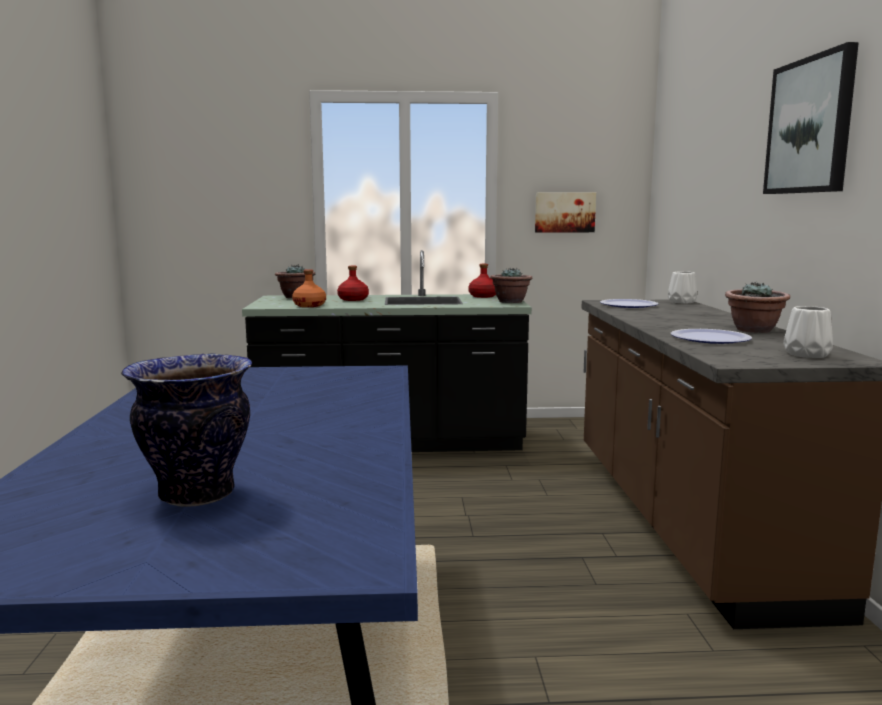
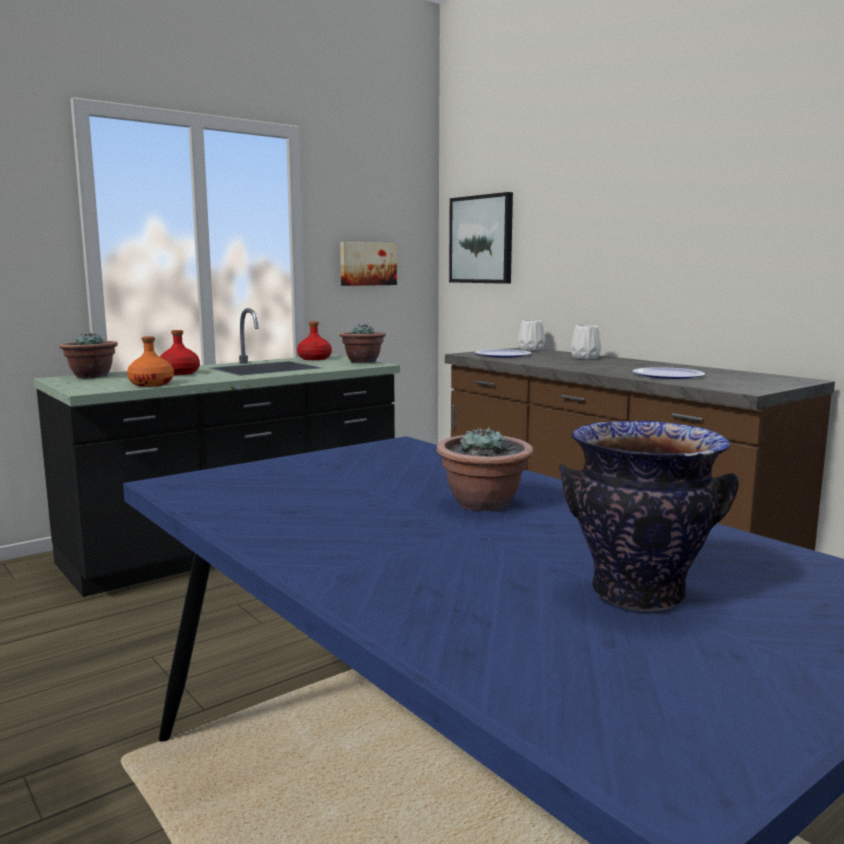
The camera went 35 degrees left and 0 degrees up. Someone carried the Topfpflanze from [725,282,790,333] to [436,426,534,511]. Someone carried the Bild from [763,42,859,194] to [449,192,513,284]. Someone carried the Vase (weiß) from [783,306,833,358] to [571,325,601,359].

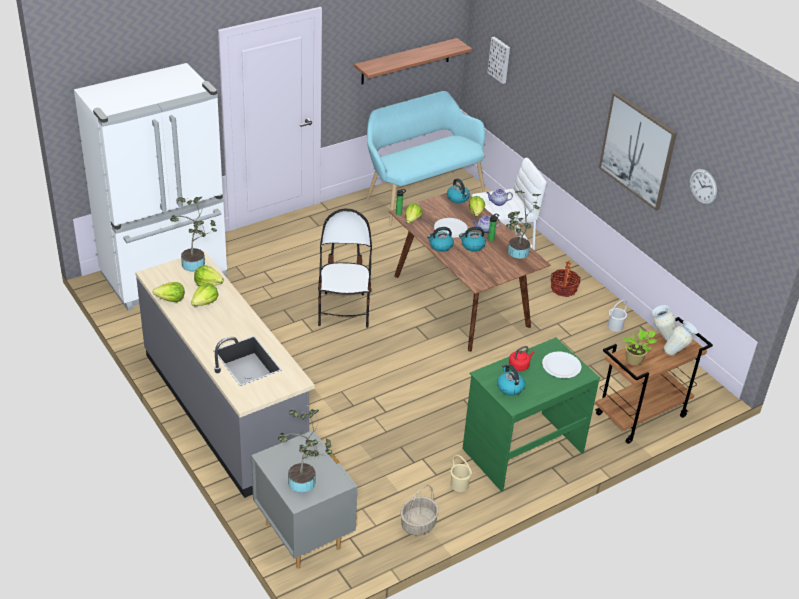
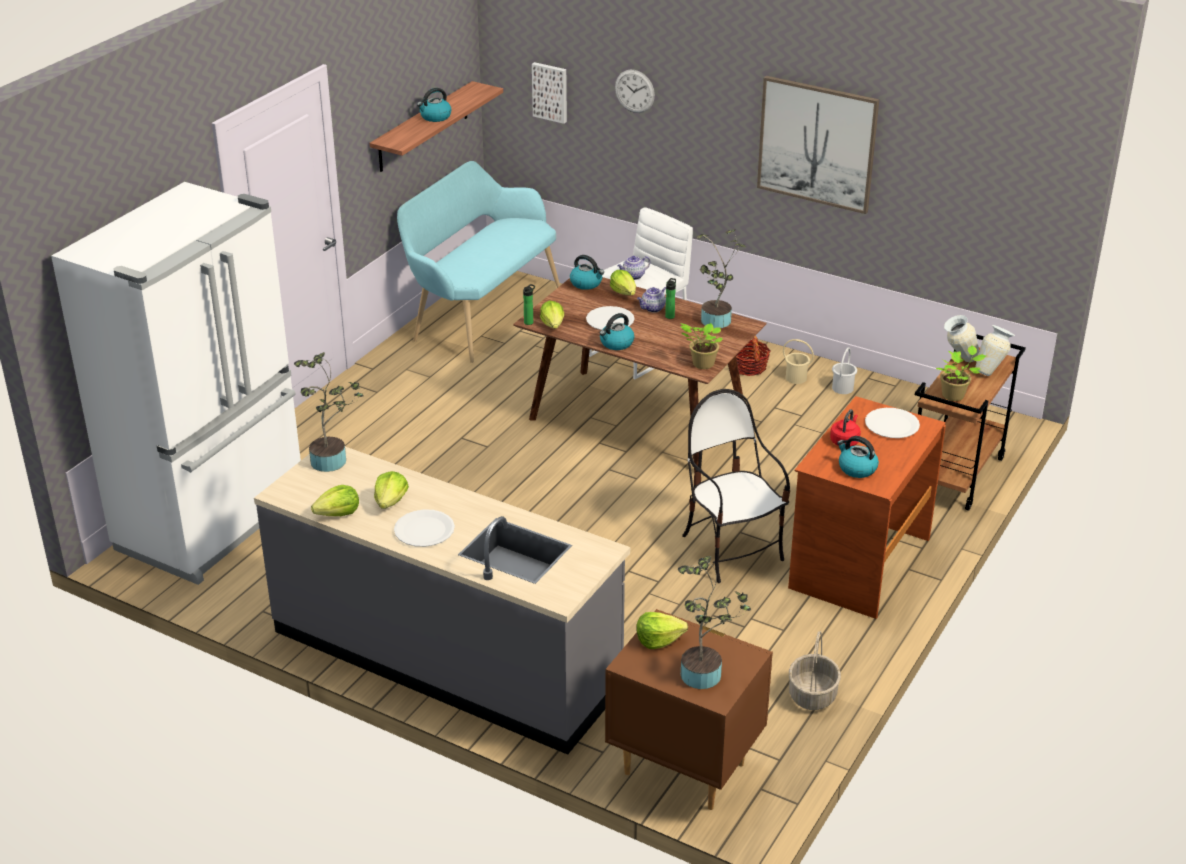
The camera went 25 degrees left and 5 degrees down. Someone carried the Salatkopf from [194,265,224,286] to [636,612,688,649]. Someone repainted the Nachttisch (grau) at [251,430,358,569], which became the Nachttisch (braun) at [605,609,773,810]. Someone carried the Stuhl from [318,209,372,328] to [682,389,790,583]. Someone carried the Eimer (beige) from [450,455,472,492] to [783,339,814,384]. Someone carried the Wasserkessel from [459,227,486,251] to [417,88,452,122]. Someone repainted the Schreibtisch (grün) at [462,337,600,492], which became the Schreibtisch (braun) at [788,396,946,619]. Someone carried the Wanduhr from [690,169,717,205] to [615,70,655,113]. Someone put down the Teller (weiß) at [394,509,455,547]. Someone put down the Topfpflanze at [680,323,723,369].

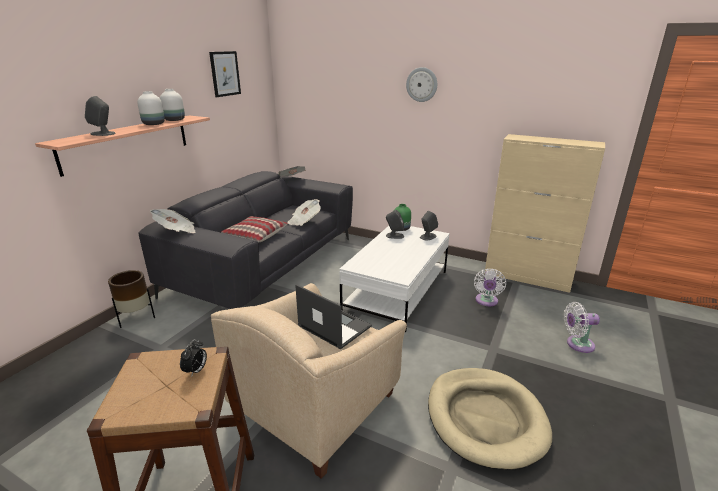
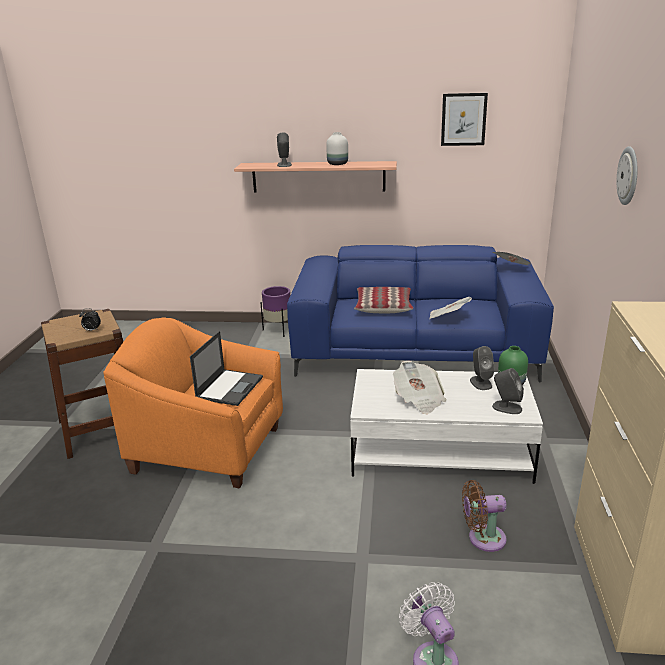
The camera went 70 degrees right and 0 degrees up. Someone repainted the Pflanzkübel (braun) at [108,270,155,328], which became the Pflanzkübel (lila) at [260,286,291,337]. Someone repainted the Sofa (grau) at [139,171,353,309], which became the Sofa (blau) at [287,245,554,383]. Someone carried the Zeitung from [150,209,195,233] to [393,361,446,414]. Someone took away the Vase (weiß) at [160,89,185,121]. Someone repainted the Sessel (beige) at [211,283,407,479], which became the Sessel (orange) at [103,317,283,488]. Someone took away the Hundebett (beige) at [428,368,552,470]. Someone repainted the Ventilator (weiß) at [474,269,506,306], which became the Ventilator (braun) at [462,480,507,552].

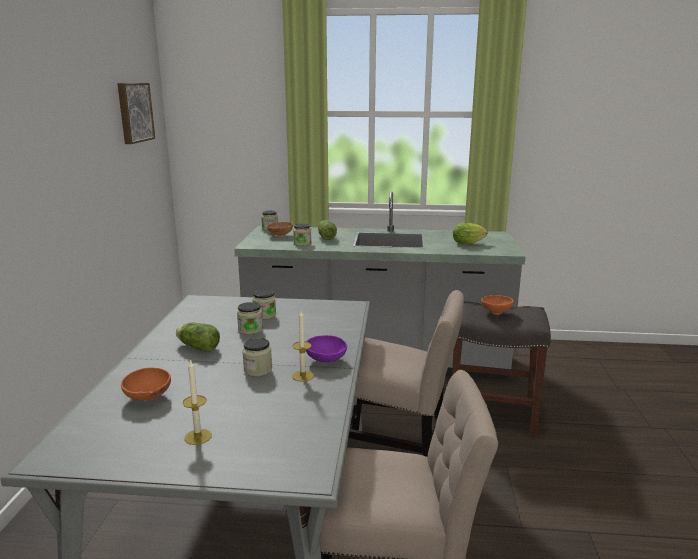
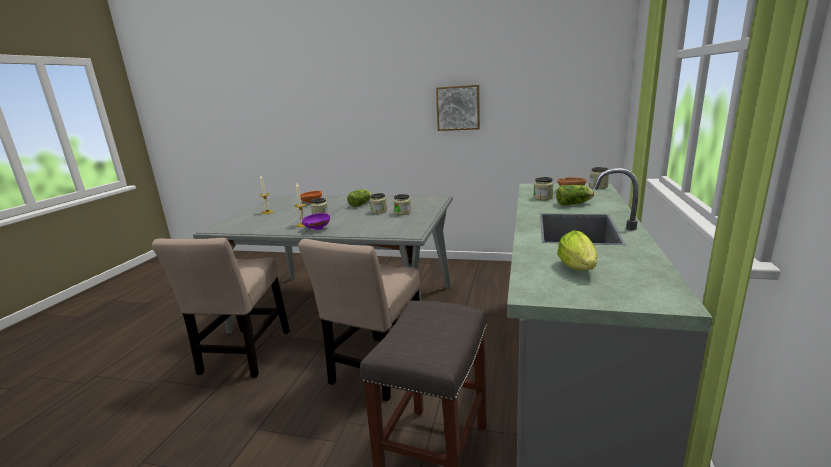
The camera went 100 degrees right and 0 degrees up. Someone carried the Bild from [117,83,155,144] to [436,85,480,131]. Someone took away the Schüssel (orange) at [481,295,514,315].

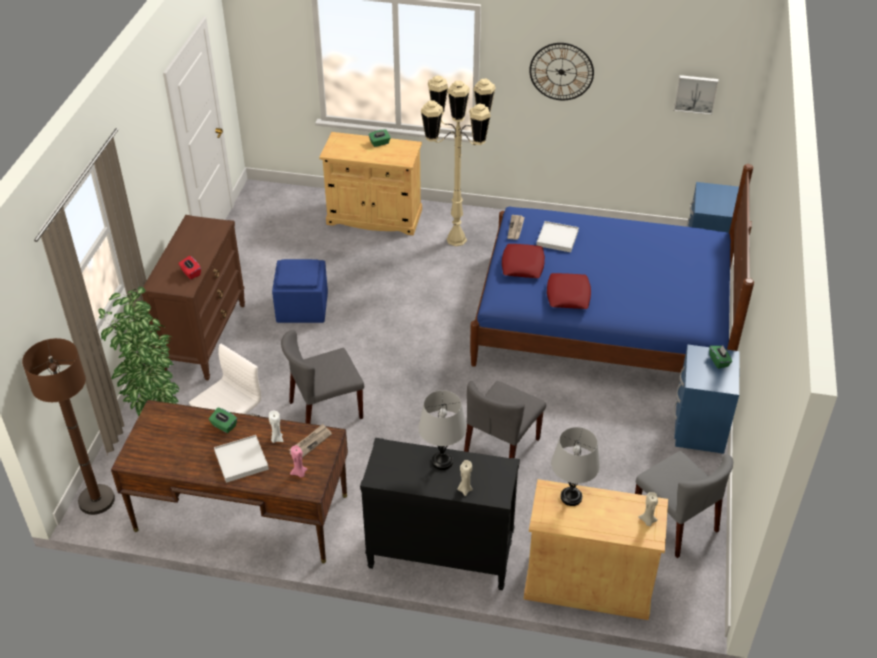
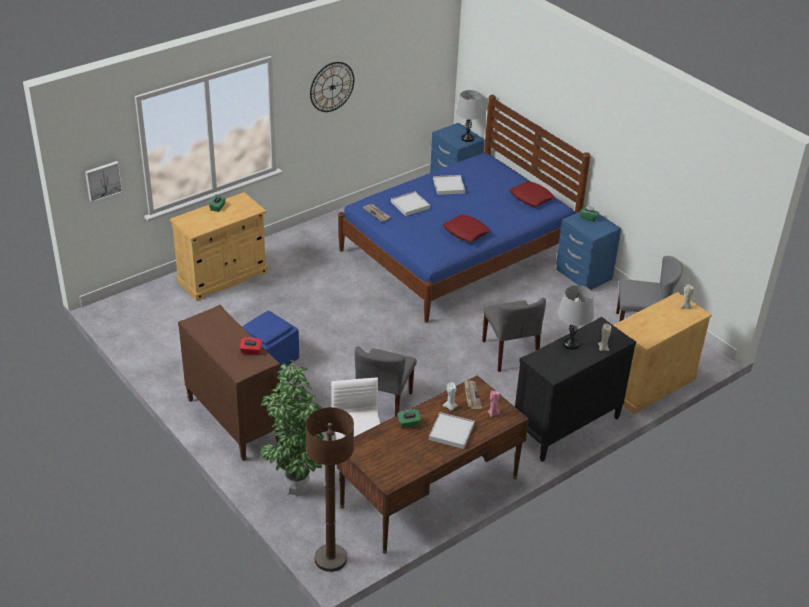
The camera went 50 degrees left and 5 degrees down. Someone took away the Stehlampe (beige) at [421,75,496,246]. Someone carried the Kissen (rot) from [502,244,545,278] to [509,181,555,207]. Someone carried the Tischlampe (grau) from [551,427,600,506] to [456,90,483,142]. Someone carried the Bild from [674,75,718,115] to [85,161,123,203]. Someone put down the Tablett (weiß) at [433,175,466,195].

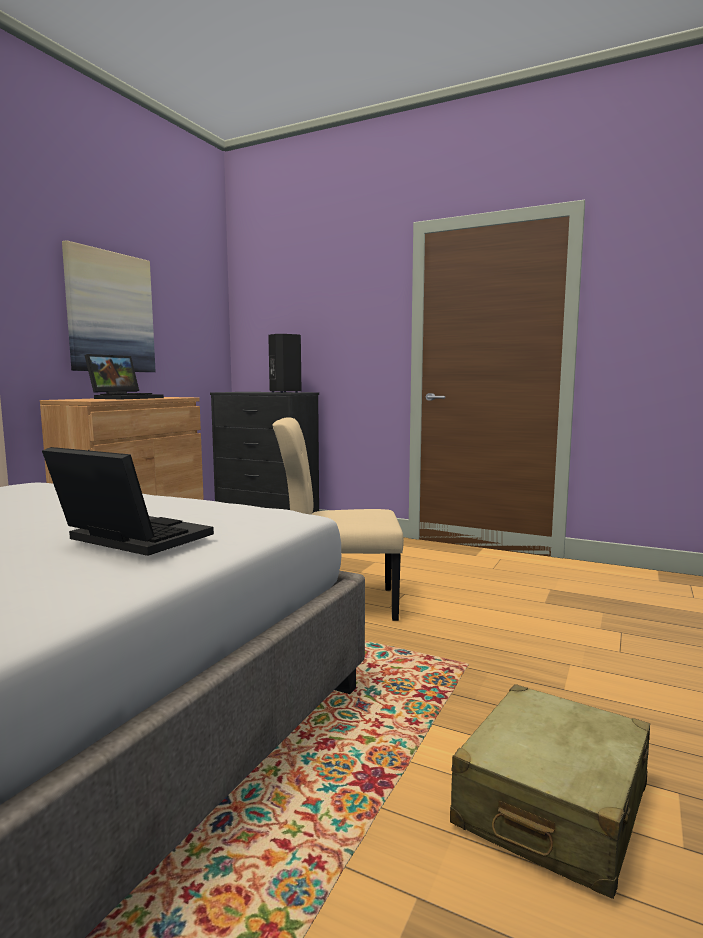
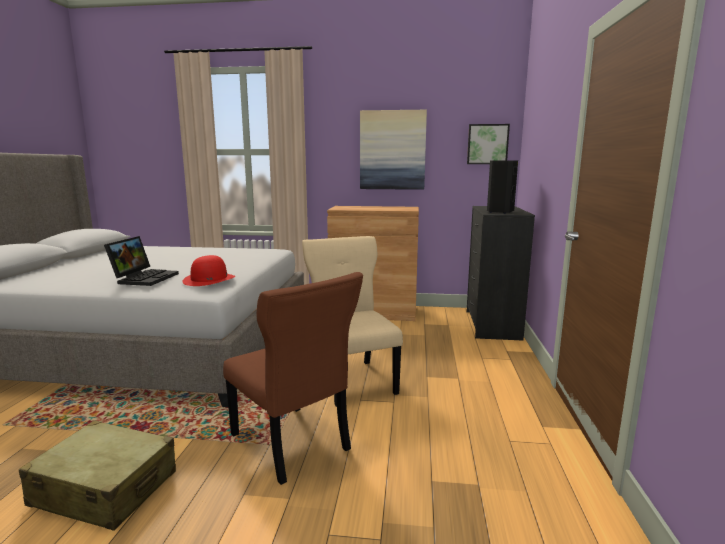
The camera went 70 degrees right and 5 degrees up. Someone took away the Laptop at [85,354,164,399]. Someone put down the Hut (rot) at [182,255,235,286]. Someone put down the Stuhl (braun) at [223,272,363,485]. Someone put up the Bild at [467,124,510,164].

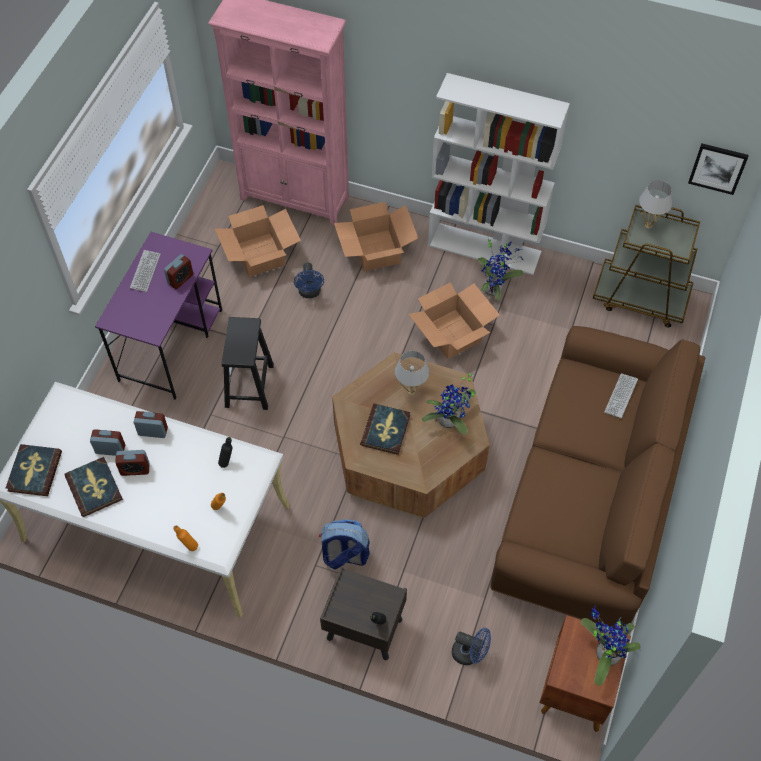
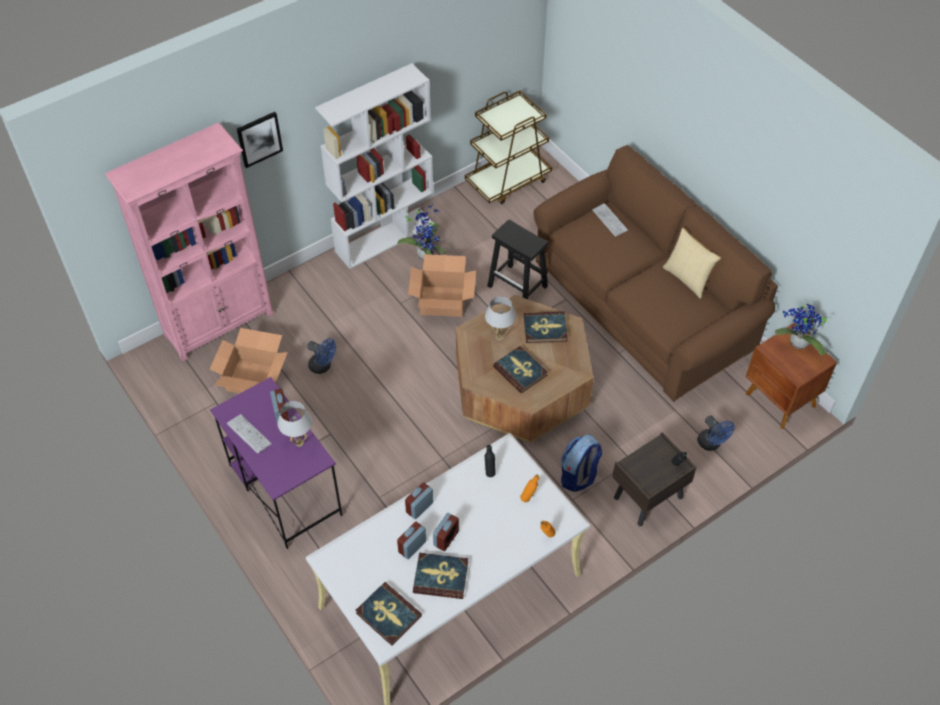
The camera went 55 degrees left and 5 degrees down. Someone carried the Hocker (schwarz) from [222,317,274,410] to [487,220,548,299]. Someone took away the Karton at [334,202,418,271]. Someone swapped the Topfpflanze at [422,371,476,434] for the Buch at [524,311,568,343]. Someone rotated the Ventilator (blau) at [452,628,491,665] by 90 degrees clockwise. Someone carried the Tischlampe (weiß) from [639,180,673,229] to [278,401,313,447]. Someone carried the Bild from [688,143,749,195] to [237,112,283,168]. Someone put down the Kissen at [663,228,721,299].

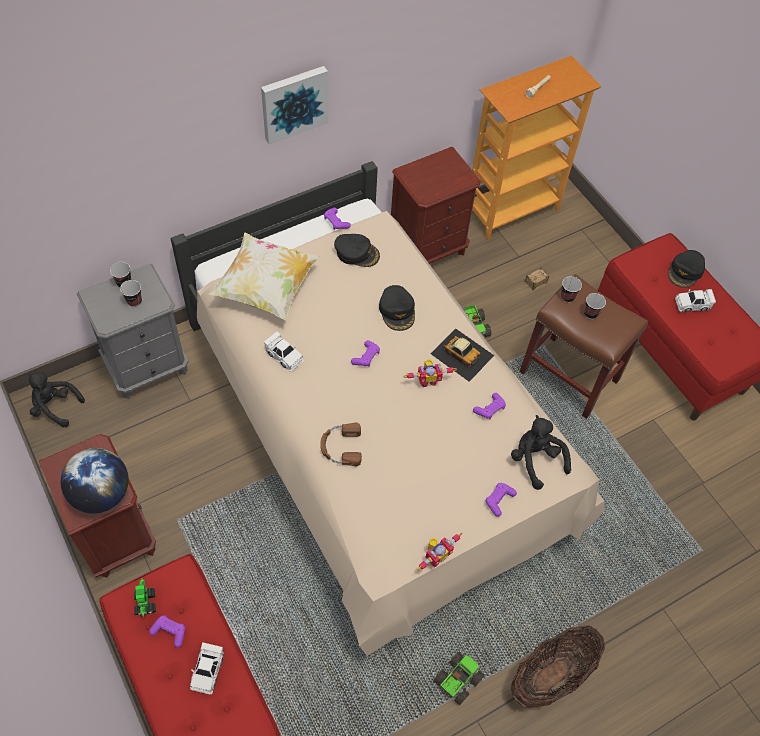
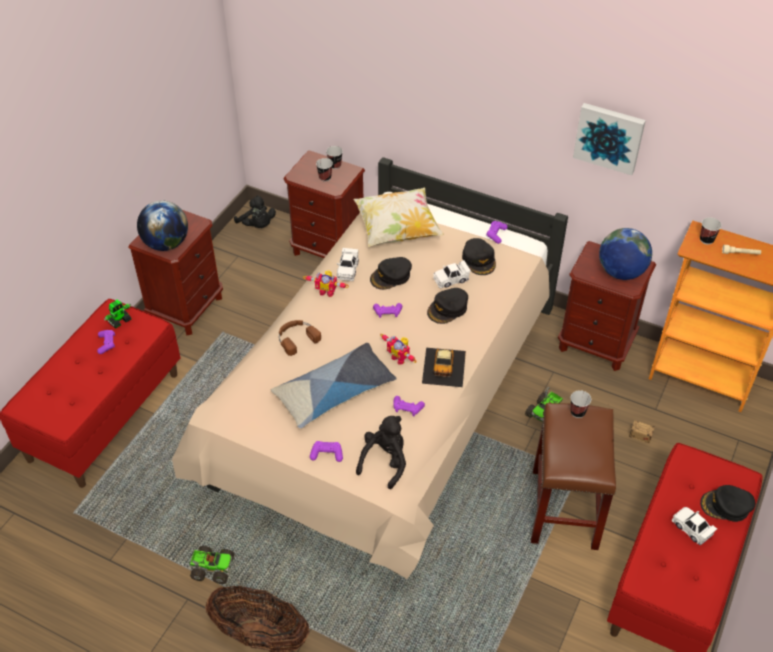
The camera went 60 degrees right and 10 degrees down. Someone rotated the Plüschtier (schwarz) at [29,372,85,427] by 150 degrees clockwise. Someone repainted the Nachttisch (grau) at [77,264,188,399], which became the Nachttisch (braun) at [283,150,365,258]. Someone carried the Spielzeugauto (weiß) from [190,642,224,694] to [433,260,471,288]. Someone carried the Bild from [261,66,328,145] to [573,103,646,175]. Someone carried the Spielzeugroboter from [417,533,462,571] to [303,271,349,297]. Someone carried the Tasse from [584,293,606,319] to [700,217,722,245]. Someone put down the Kissen at [271,343,397,429]. Someone put down the Kappe (schwarz) at [370,257,412,290]. Someone put down the Globus at [599,228,652,280].

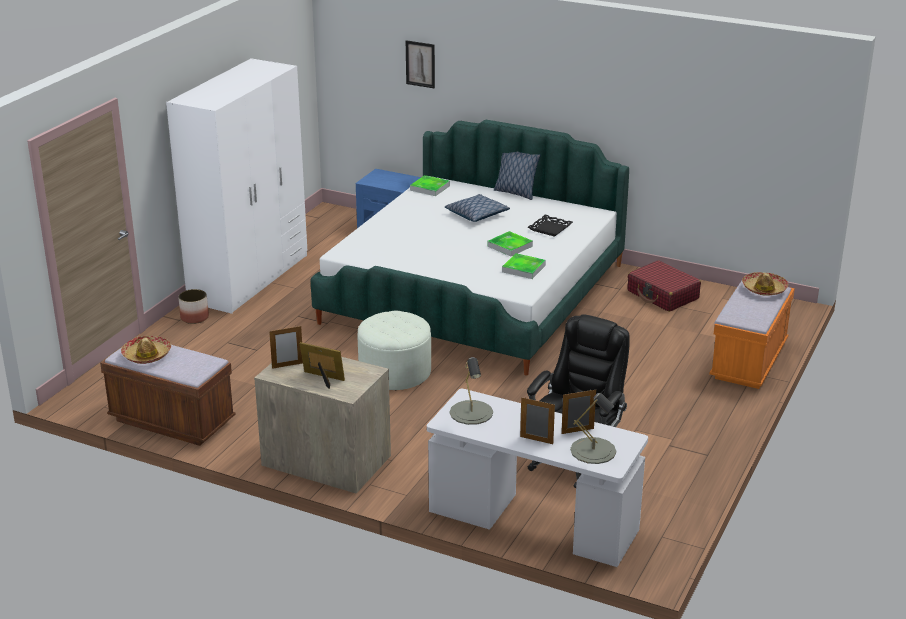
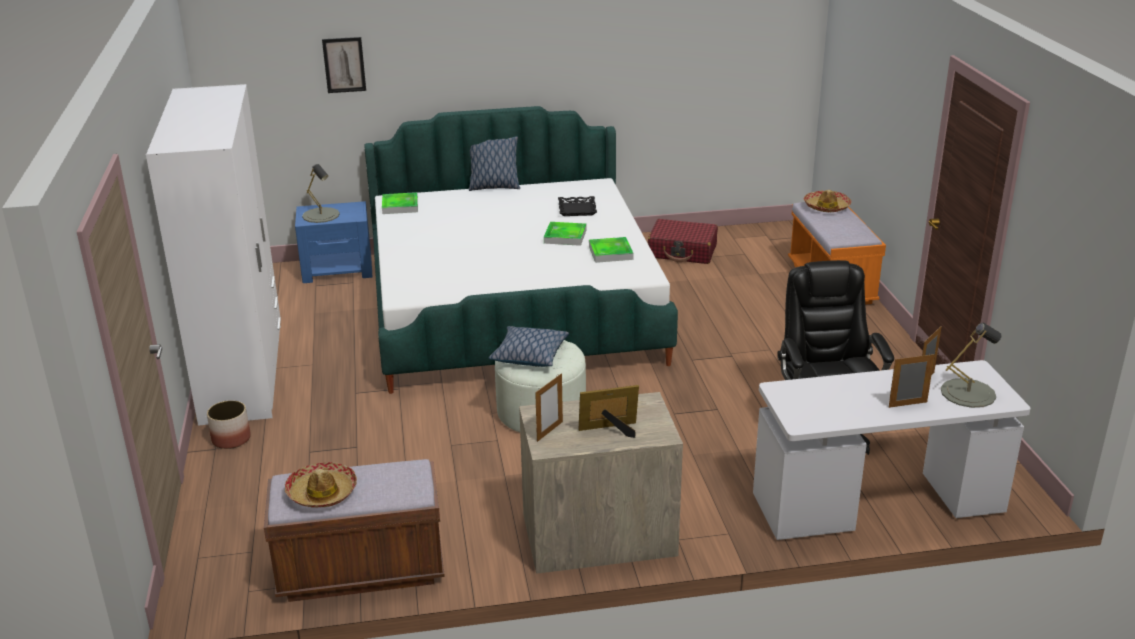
The camera went 35 degrees left and 0 degrees up. Someone carried the Kissen from [445,194,510,222] to [489,326,569,367]. Someone carried the Tischlampe (grau) from [450,357,493,425] to [302,164,340,223].

